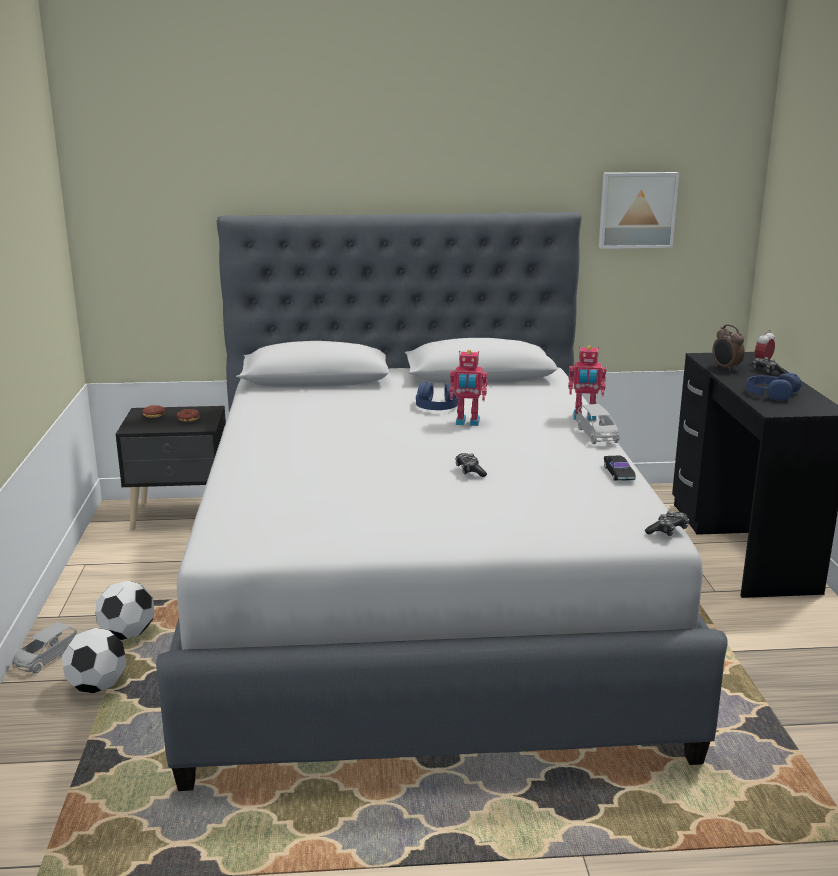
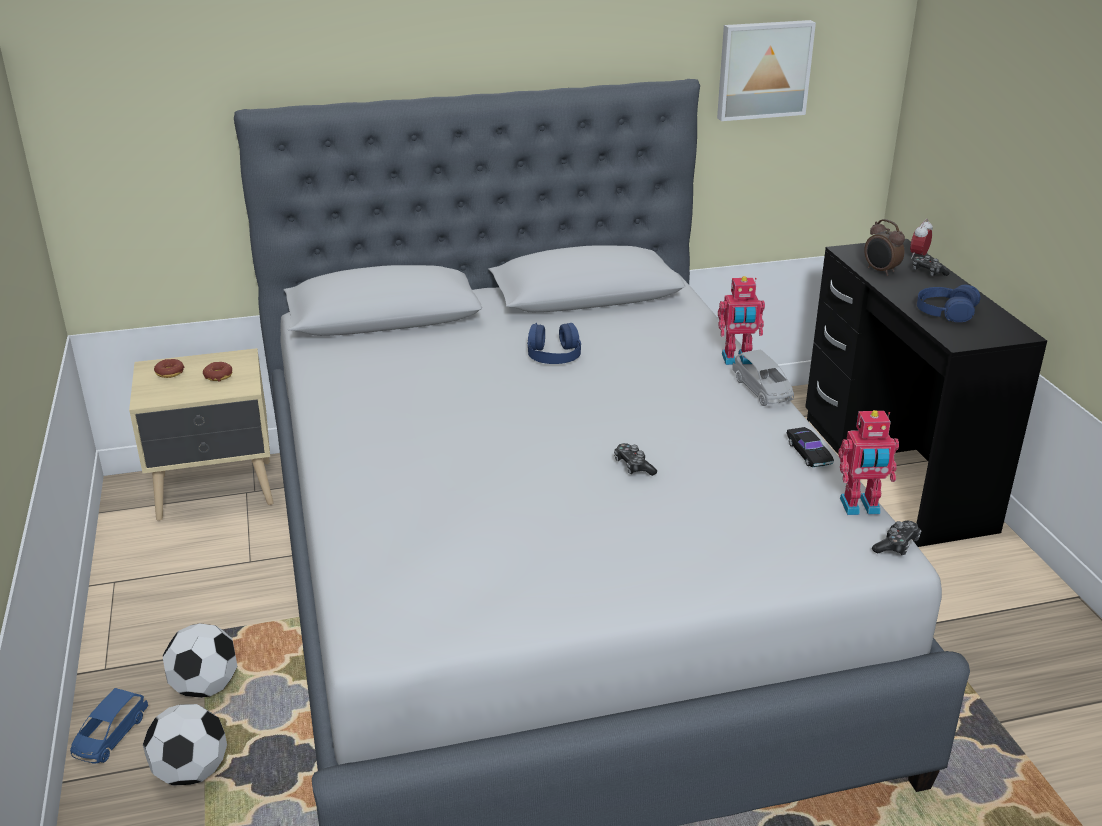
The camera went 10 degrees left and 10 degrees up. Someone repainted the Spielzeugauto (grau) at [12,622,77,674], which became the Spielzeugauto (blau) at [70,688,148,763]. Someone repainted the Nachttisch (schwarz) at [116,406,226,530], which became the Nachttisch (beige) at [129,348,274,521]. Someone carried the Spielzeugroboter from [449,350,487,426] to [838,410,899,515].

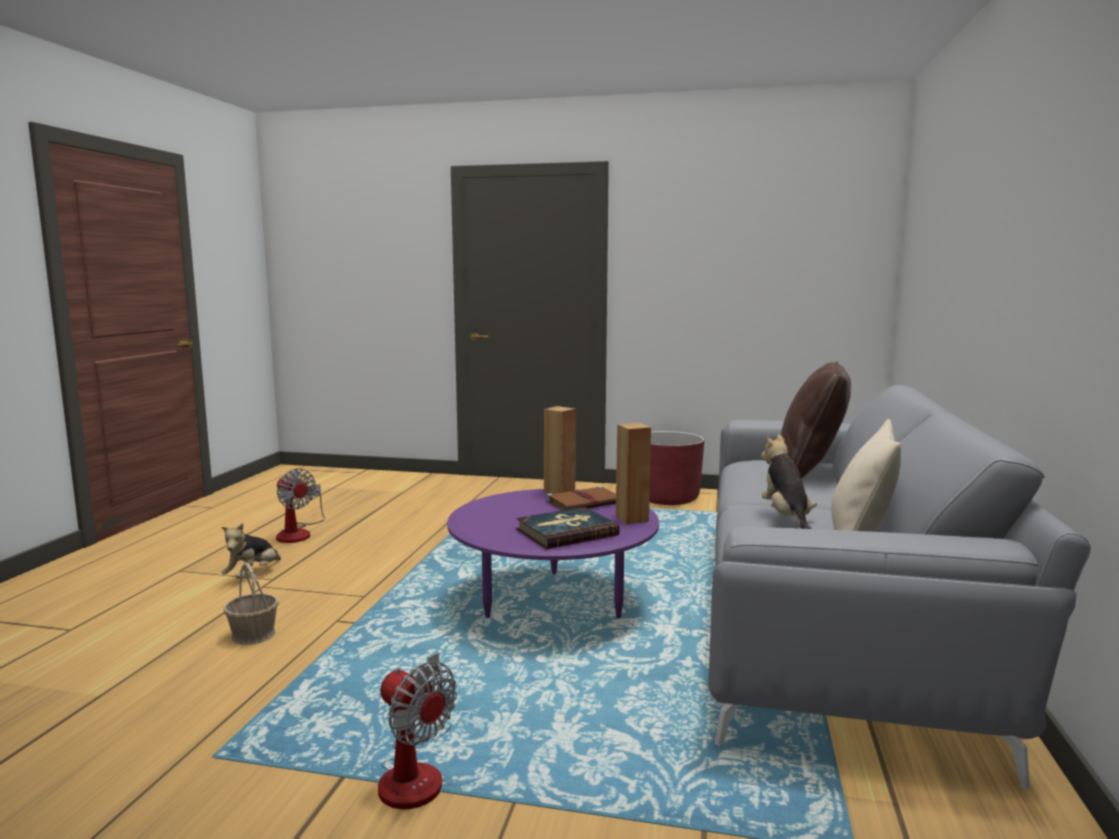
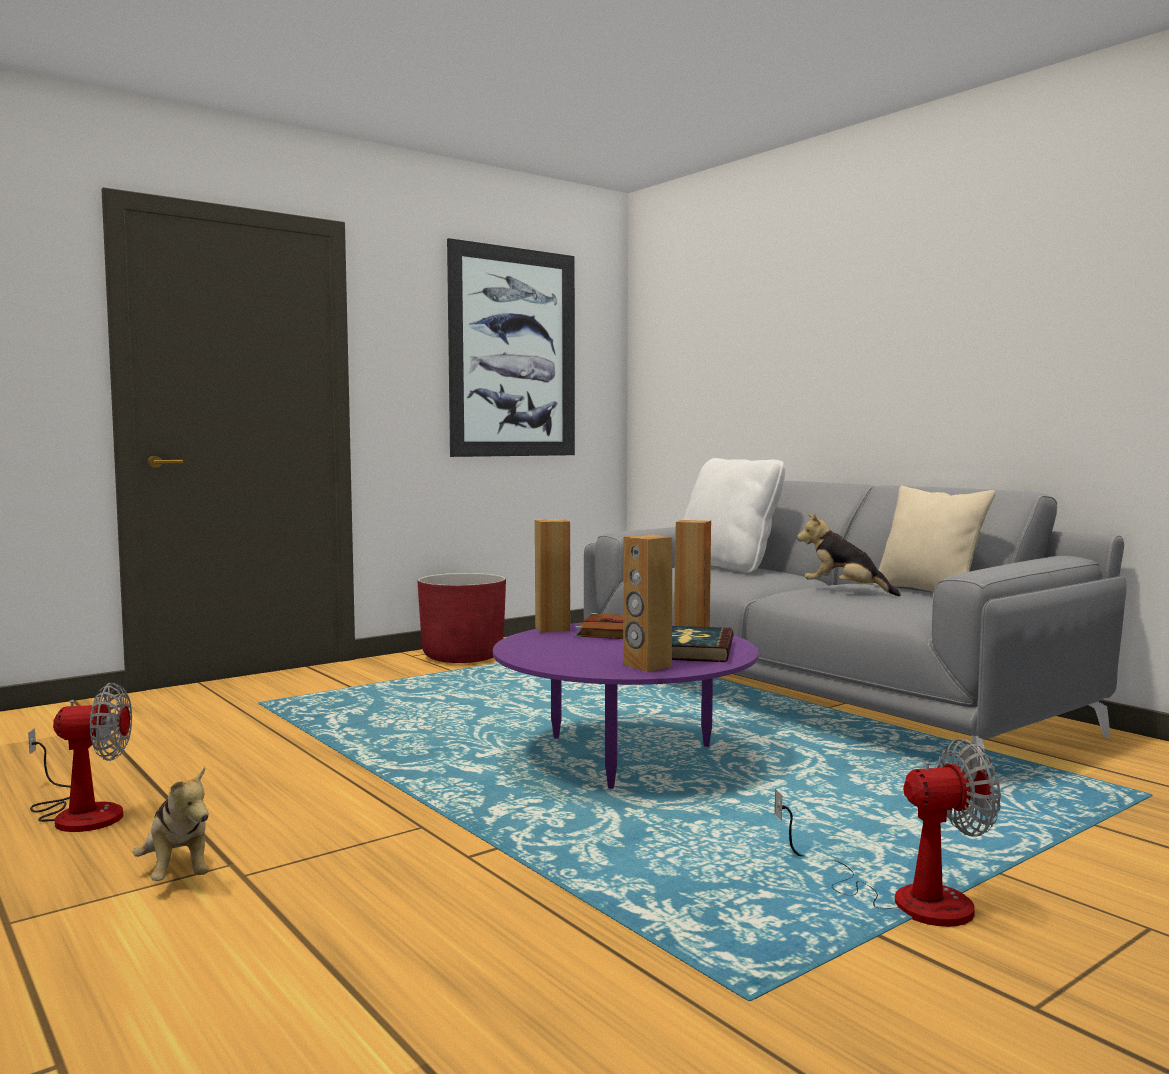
The camera went 50 degrees left and 5 degrees down. Someone took away the Korb at [224,563,279,645]. Someone repainted the Kissen (braun) at [781,361,851,478], which became the Kissen (weiß) at [683,458,785,573]. Someone put up the Bild at [447,238,575,457]. Someone put down the Lautsprecher (braun) at [623,534,672,672].

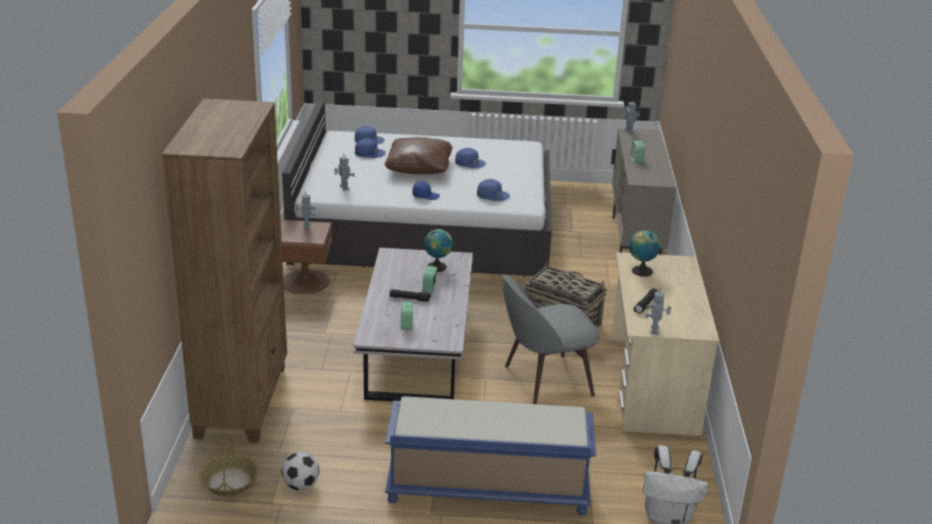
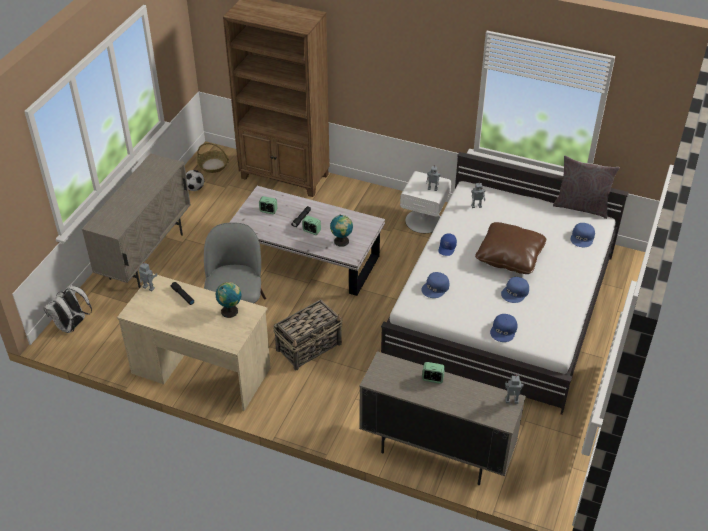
The camera went 110 degrees right and 15 degrees up. Someone repainted the Nachttisch (braun) at [281,220,332,294], which became the Nachttisch (weiß) at [400,171,451,233]. Someone carried the Kappe (blau) from [355,138,386,158] to [490,314,518,342]. Someone swapped the Bank (blau) at [385,397,596,515] for the Schrank (beige) at [82,153,191,289]. Someone put down the Kissen (grau) at [553,155,620,219].

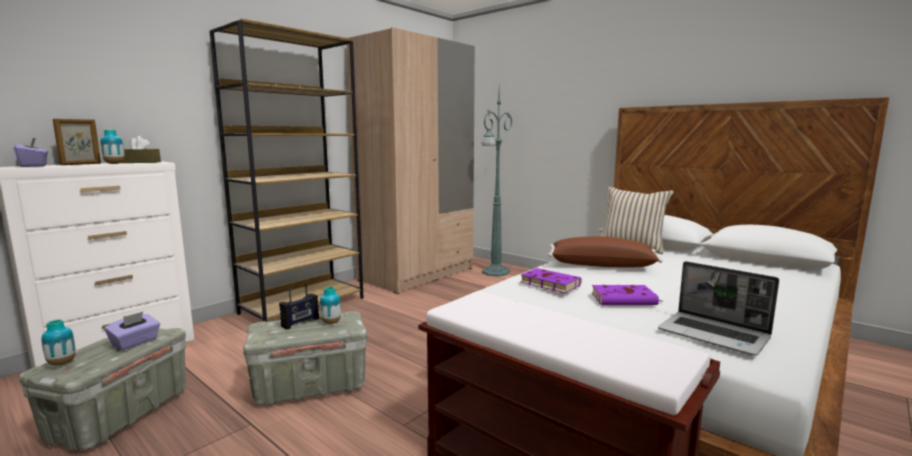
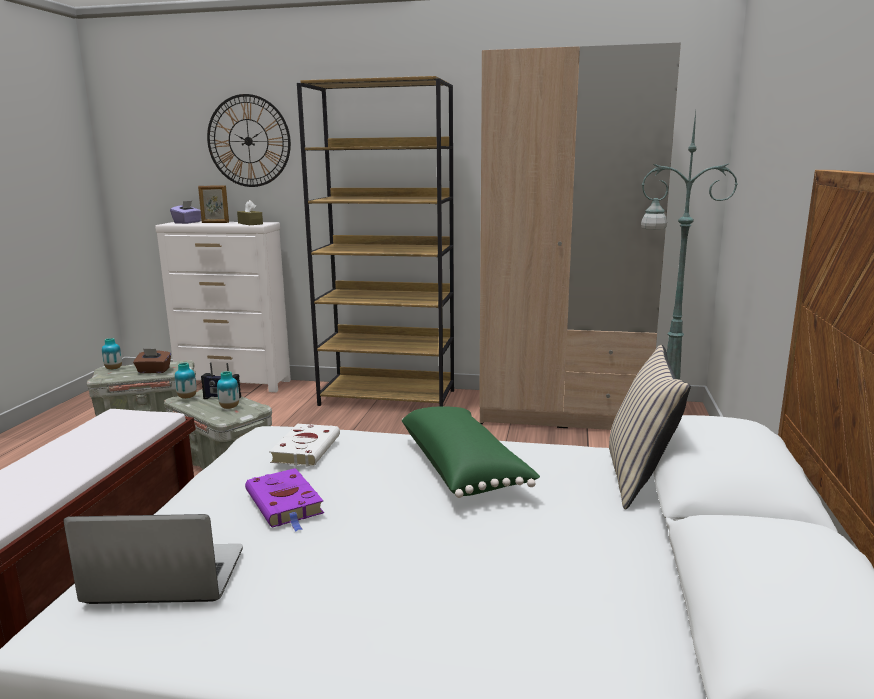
The camera went 60 degrees right and 5 degrees up. Someone carried the Vase from [100,130,125,164] to [175,363,197,399]. Someone repainted the Taschentuchbox (lila) at [104,312,160,350], which became the Taschentuchbox (braun) at [133,349,171,373]. Someone repainted the Buch (lila) at [520,268,582,293], which became the Buch (weiß) at [269,424,340,467]. Someone repainted the Kissen (braun) at [548,236,663,268], which became the Kissen (grün) at [402,406,540,498]. Someone rotated the Laptop at [658,261,779,356] by 75 degrees clockwise. Someone put up the Wanduhr at [207,94,291,187].

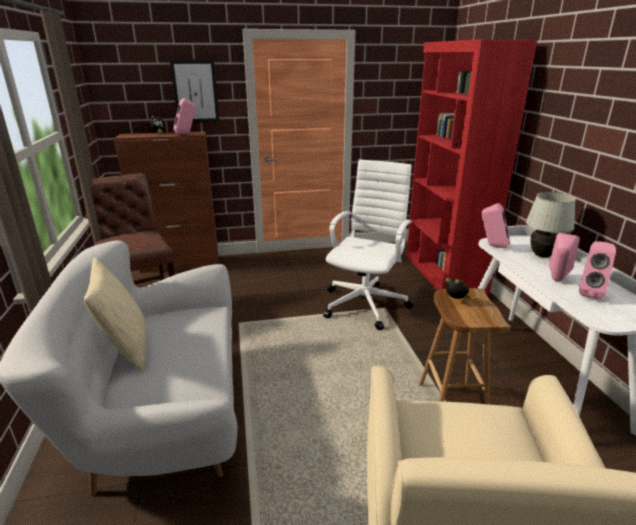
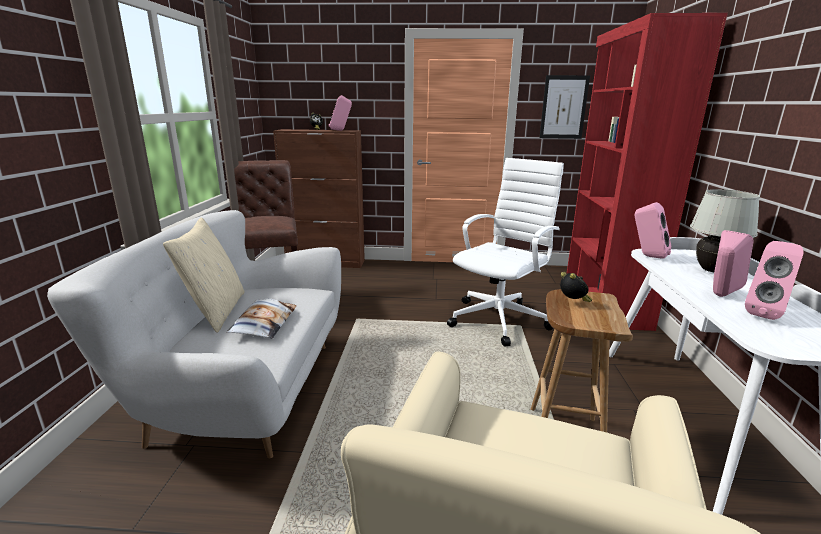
The camera went 15 degrees right and 5 degrees down. Someone carried the Bild from [170,59,220,123] to [539,75,590,139]. Someone put down the Kissen at [227,299,297,338].

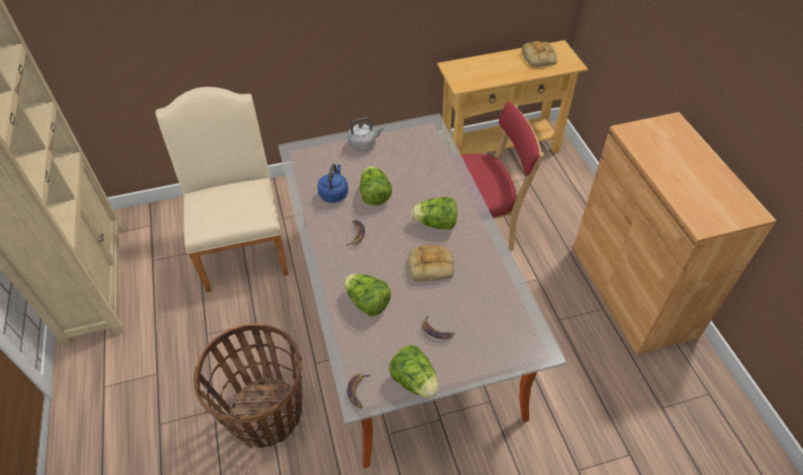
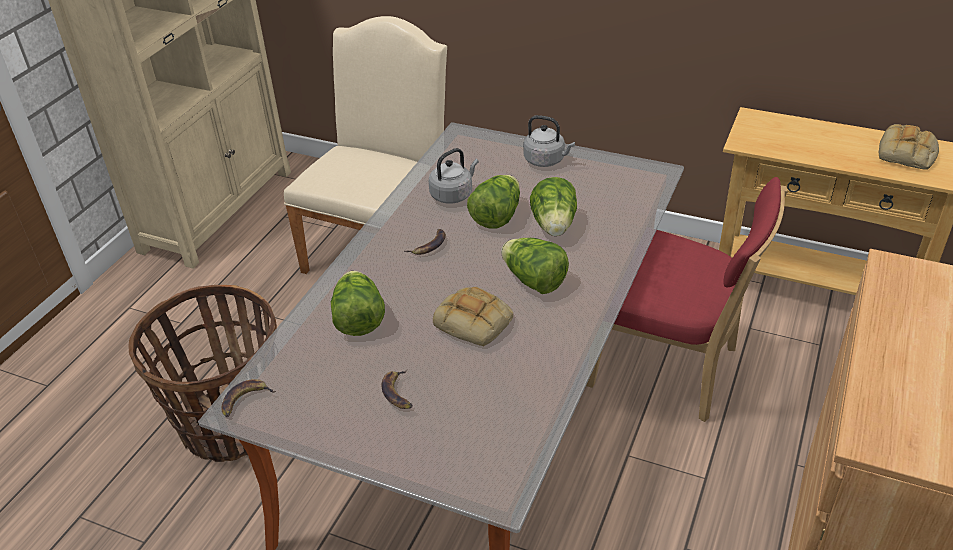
The camera went 40 degrees right and 10 degrees down. Someone repainted the Wasserkessel (blau) at [317,164,348,203], which became the Wasserkessel (grau) at [429,148,479,204]. Someone carried the Salatkopf from [389,345,439,399] to [530,177,577,236].

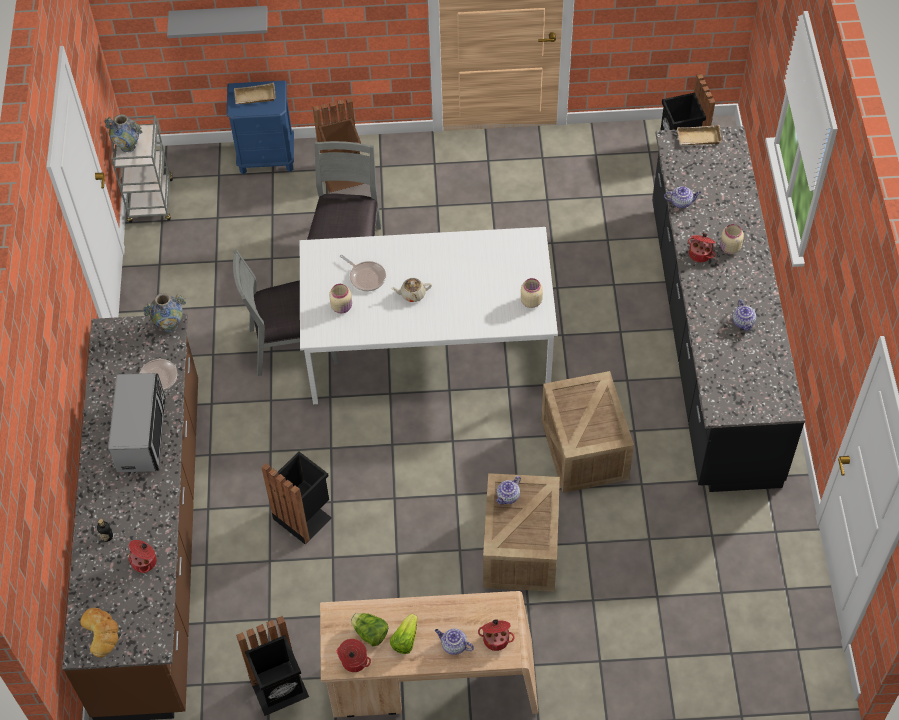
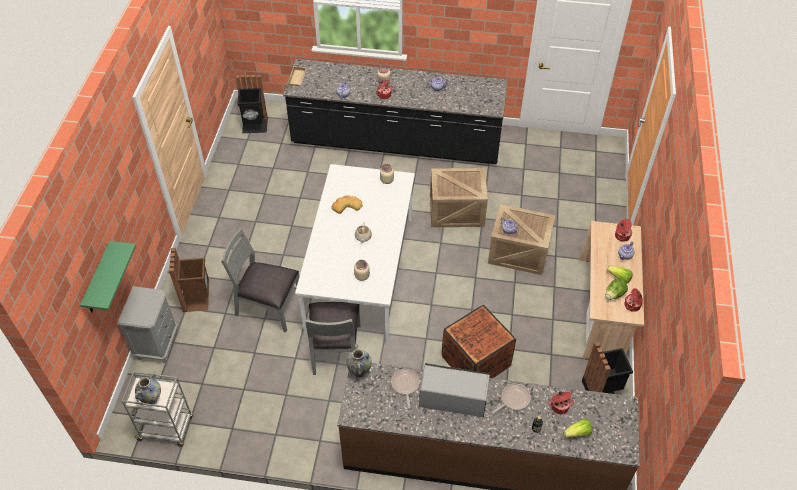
The camera went 80 degrees left and 5 degrees down. Someone carried the Brot from [80,608,119,658] to [332,195,363,214]. Someone repainted the Wandregal (grau) at [167,6,268,38], which became the Wandregal (grün) at [80,241,136,312]. Someone repainted the Nachttisch (blau) at [227,80,294,175], which became the Nachttisch (grau) at [117,286,178,364]. Someone took away the Tablett (beige) at [234,83,276,104]. Someone swapped the Mülleimer (schwarz) at [261,452,332,545] for the Kiste at [442,305,516,378]. Someone carried the Pfanne from [340,255,386,291] to [492,384,531,414]. Someone put down the Salatkopf at [564,419,593,438].

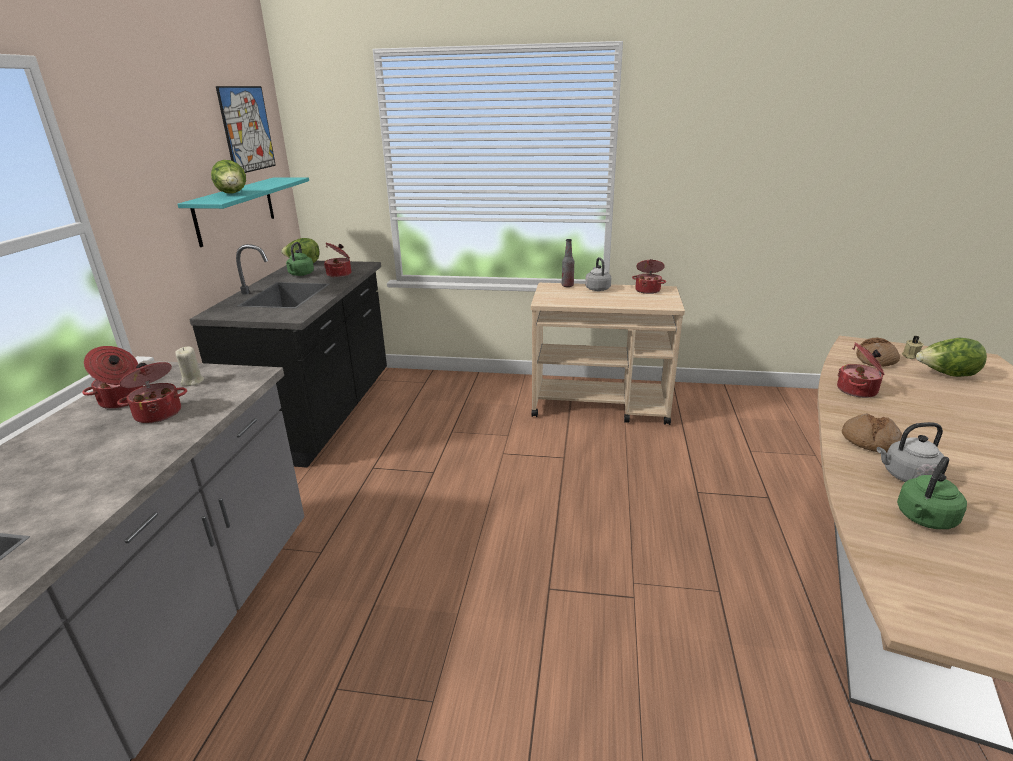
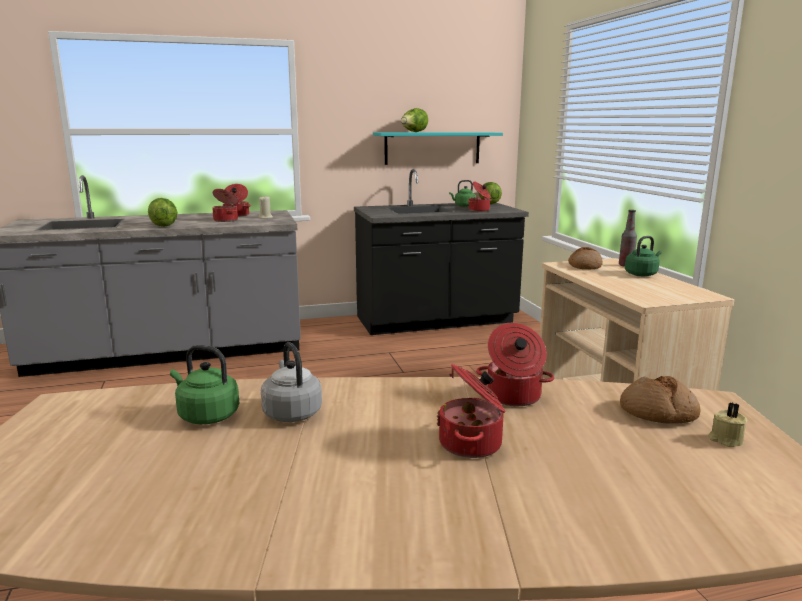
The camera went 65 degrees right and 10 degrees down. Someone took away the Bild at [216,86,276,173]. Someone repainted the Wasserkessel (grau) at [585,257,611,291], which became the Wasserkessel (grün) at [625,236,662,276]. Someone carried the Kochtopf from [632,259,666,294] to [437,364,506,458]. Someone carried the Brot from [842,413,903,452] to [568,247,602,269]. Someone carried the Salatkopf from [916,338,987,377] to [148,198,177,227].

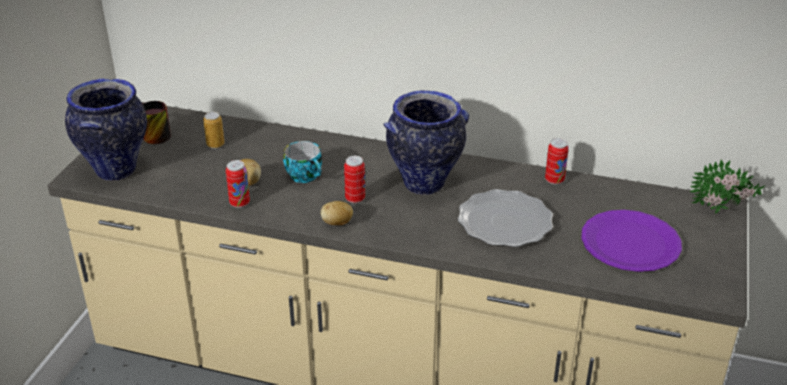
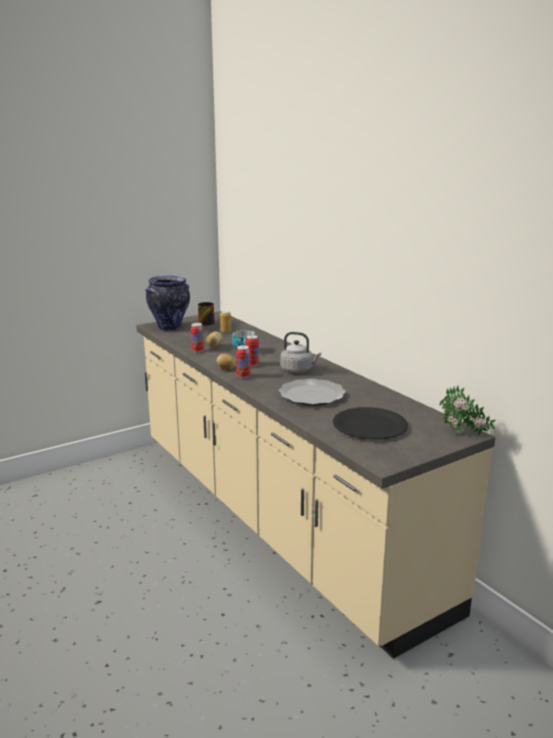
The camera went 40 degrees right and 15 degrees down. Someone swapped the Vase at [384,91,469,195] for the Wasserkessel (grau) at [280,332,321,373]. Someone carried the Dose from [545,138,569,185] to [236,345,250,378]. Someone repainted the Teller (lila) at [581,210,682,272], which became the Teller (schwarz) at [333,407,408,440].

